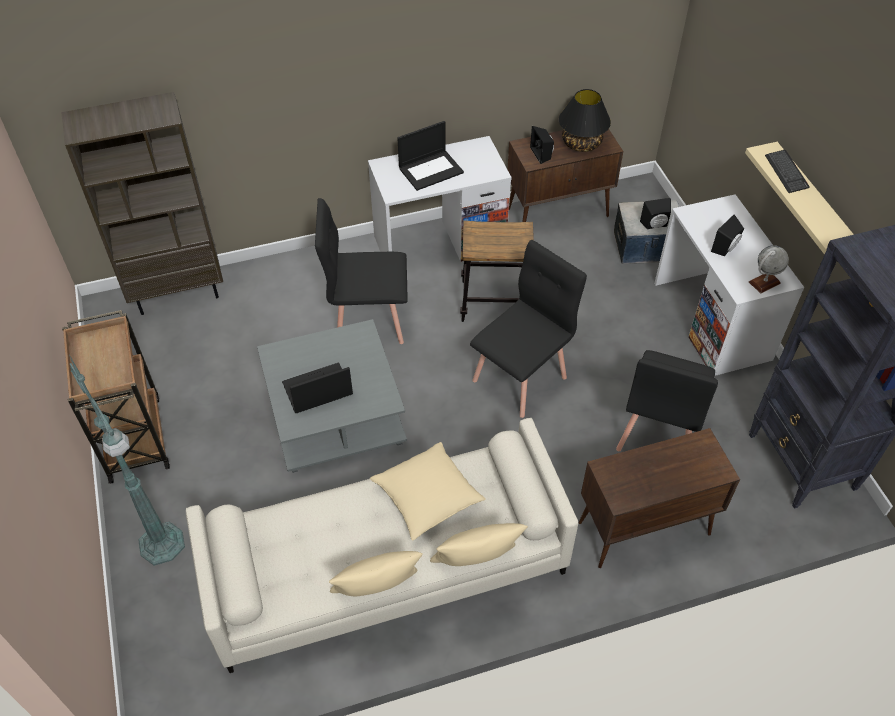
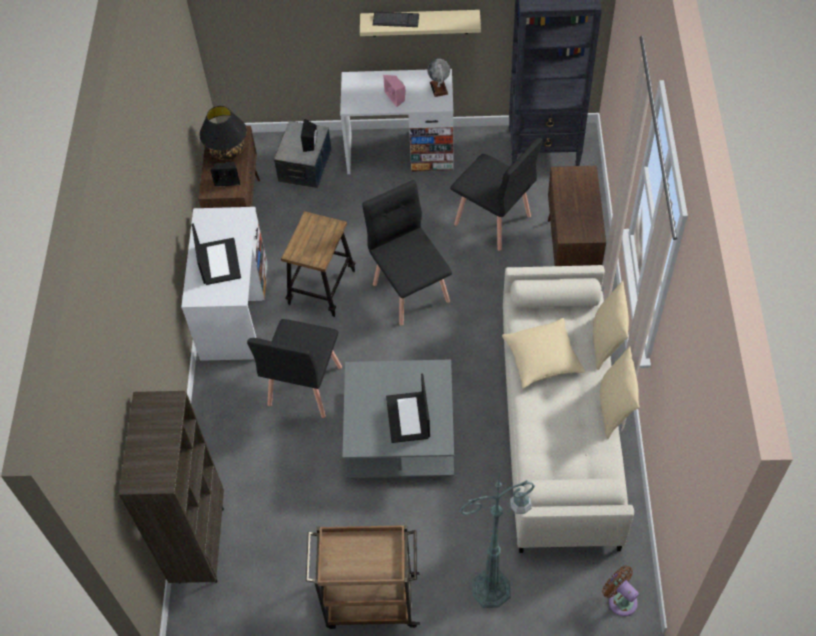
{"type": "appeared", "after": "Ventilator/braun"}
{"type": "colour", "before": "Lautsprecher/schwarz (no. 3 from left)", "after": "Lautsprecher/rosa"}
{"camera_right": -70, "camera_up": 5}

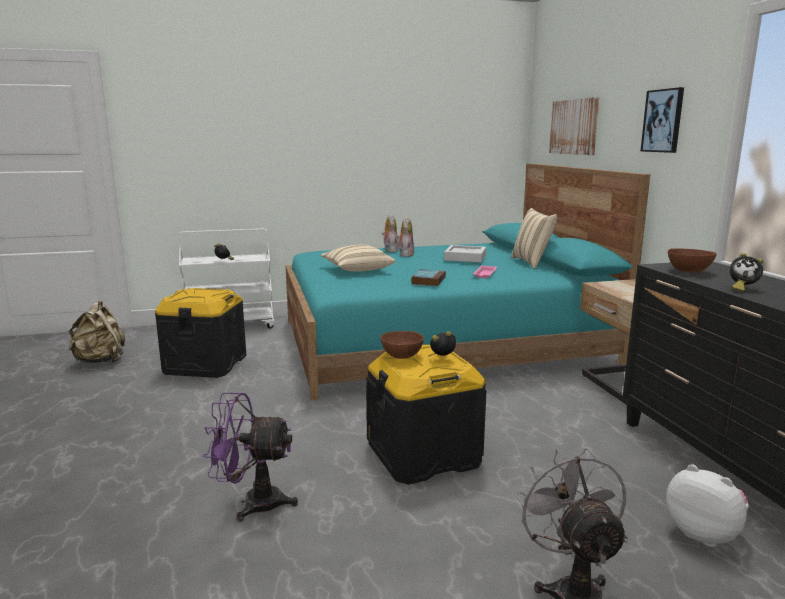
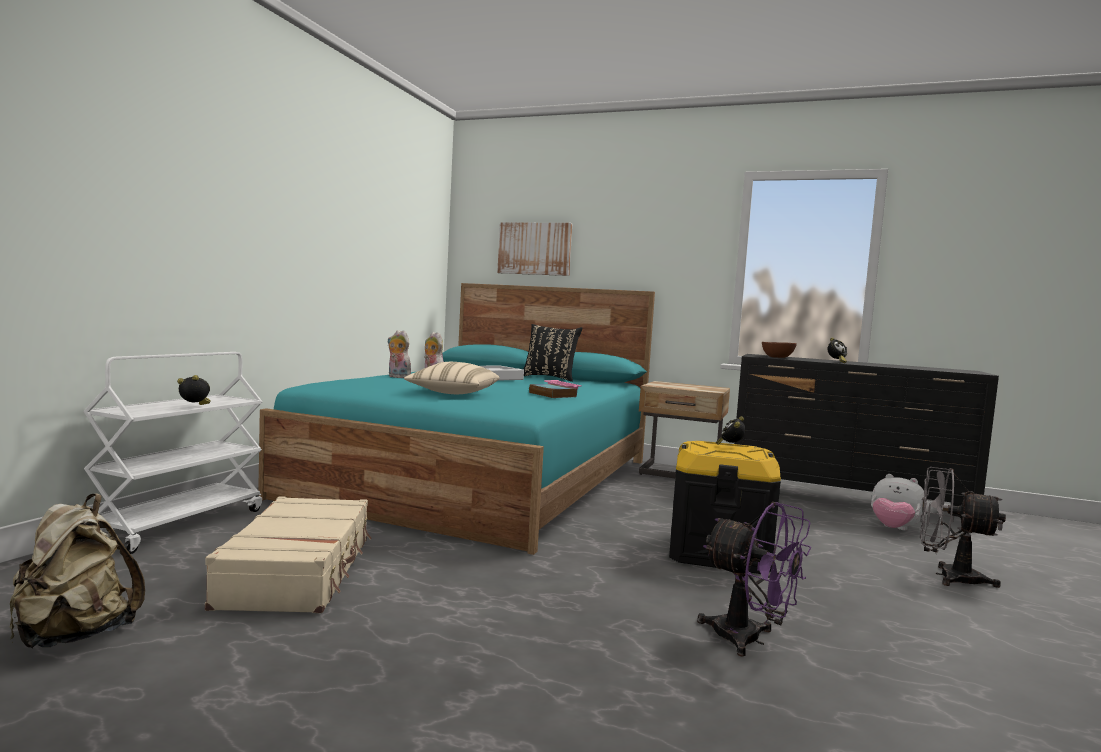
{"type": "missing", "before": "Schüssel/braun (no. 1 from left)"}
{"type": "missing", "before": "Bild (no. 2 from left)"}
{"type": "exchanged", "before": "Aufbewahrungsbox/schwarz (no. 1 from left)", "after": "Koffer/beige"}
{"type": "colour", "before": "Kissen/beige (no. 2 from left)", "after": "Kissen/schwarz"}
{"type": "spun", "before": "Ventilator/lila", "turn": -90}
{"type": "spun", "before": "Plüschtier (no. 3 from left)", "turn": -135}
{"camera_right": -55, "camera_up": -10}

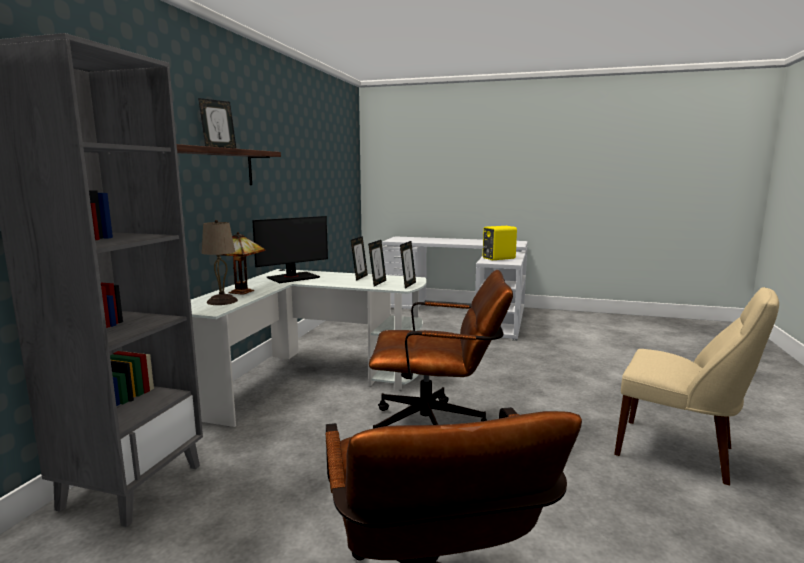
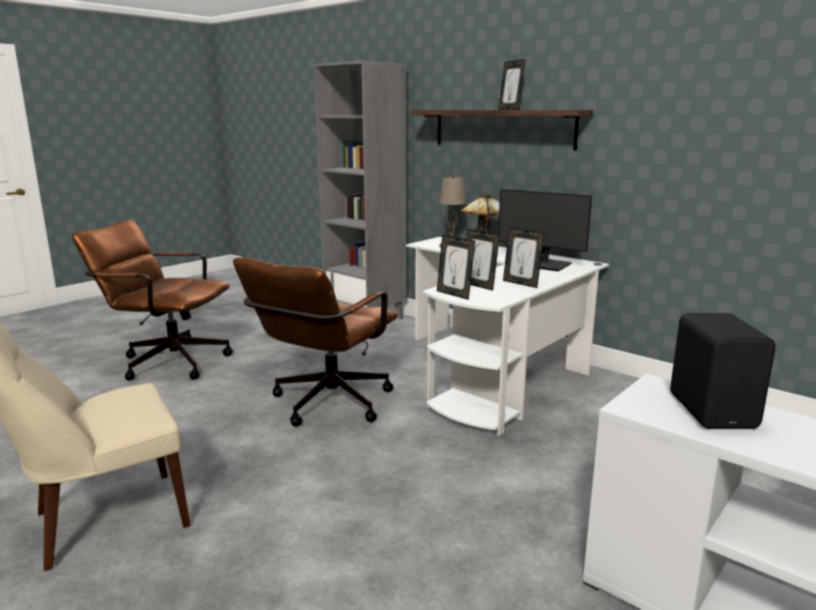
{"type": "colour", "before": "Lautsprecher/gelb", "after": "Lautsprecher/schwarz"}
{"type": "spun", "before": "Monitor", "turn": -45}
{"camera_right": 115, "camera_up": 5}

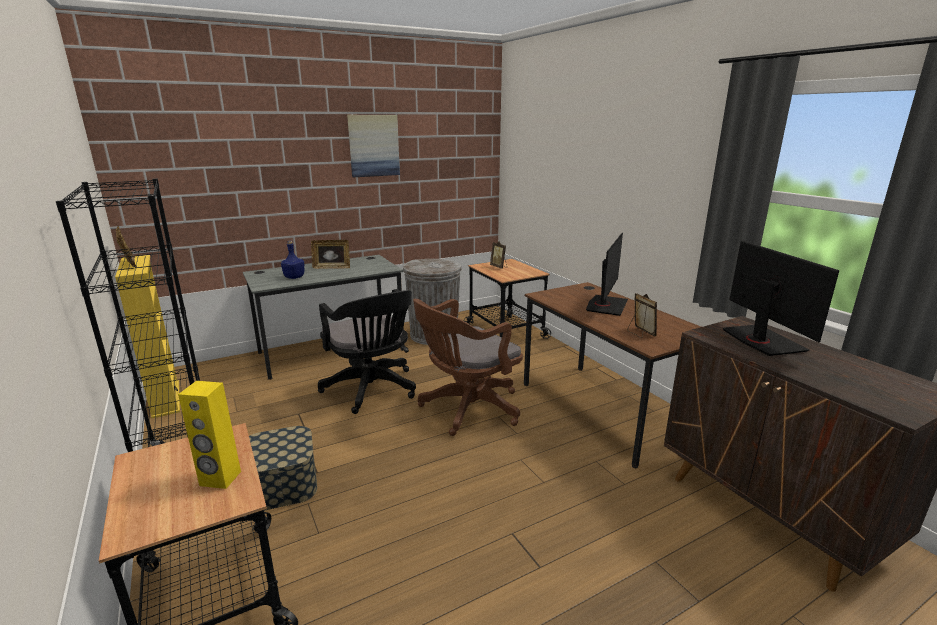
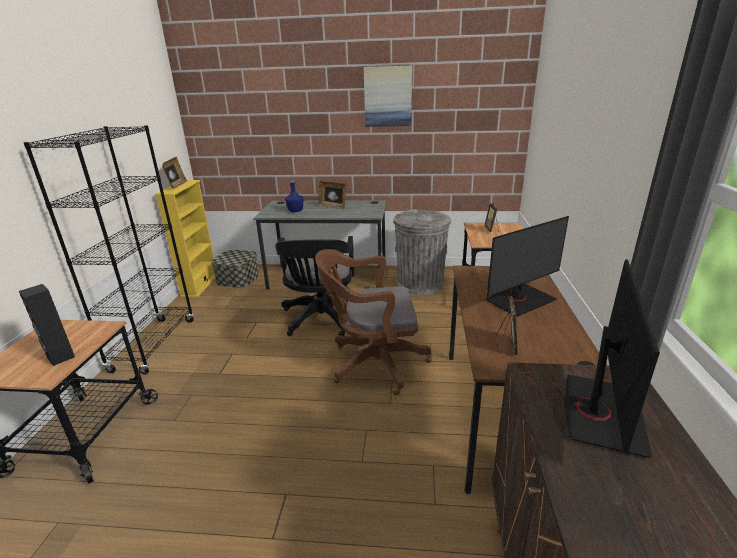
{"type": "relocated", "before": "Aufbewahrungsbox"}
{"type": "colour", "before": "Lautsprecher/gelb", "after": "Lautsprecher/schwarz"}
{"camera_right": 35, "camera_up": 5}

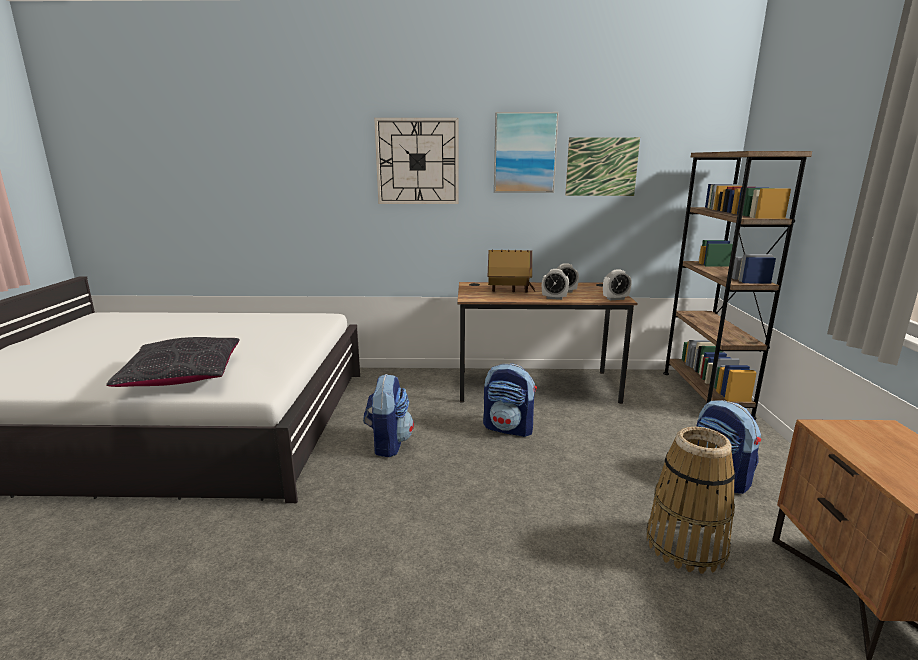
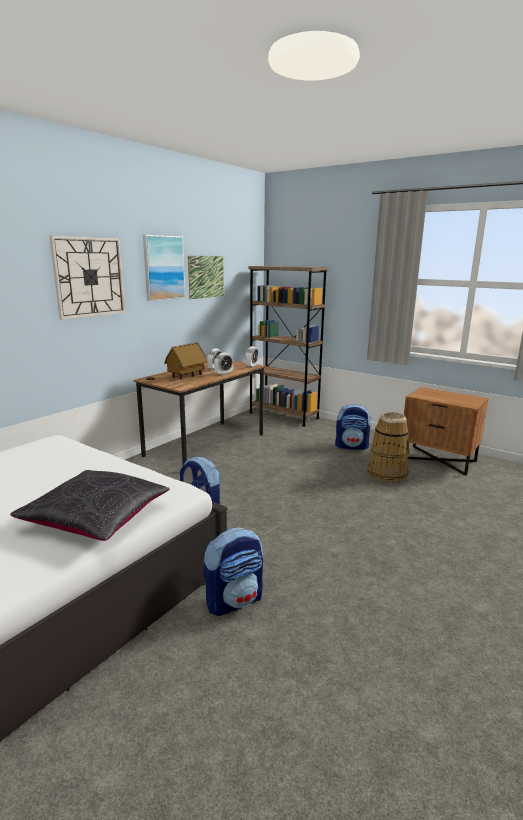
{"type": "relocated", "before": "Rucksack (no. 2 from left)"}
{"camera_right": -55, "camera_up": 0}

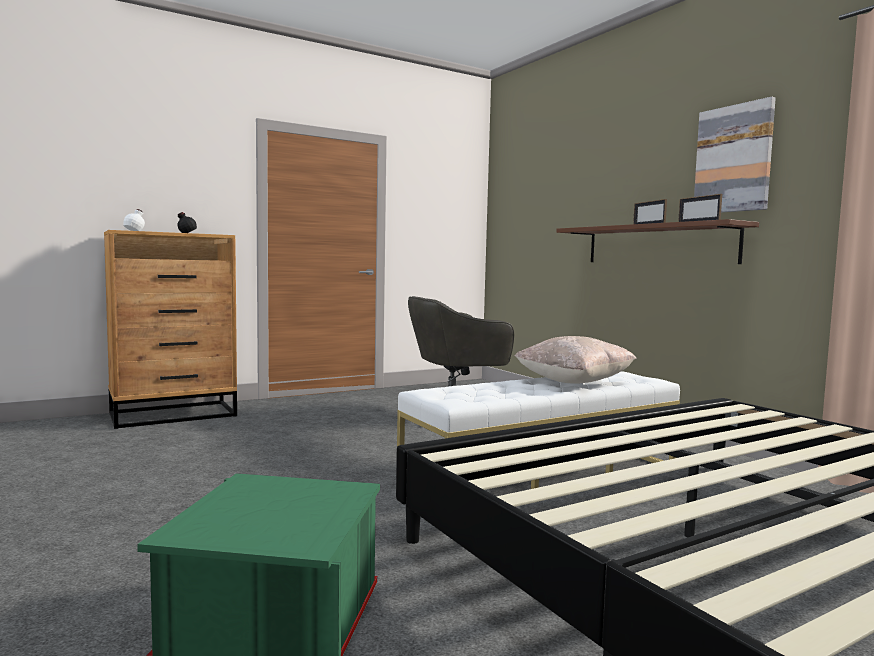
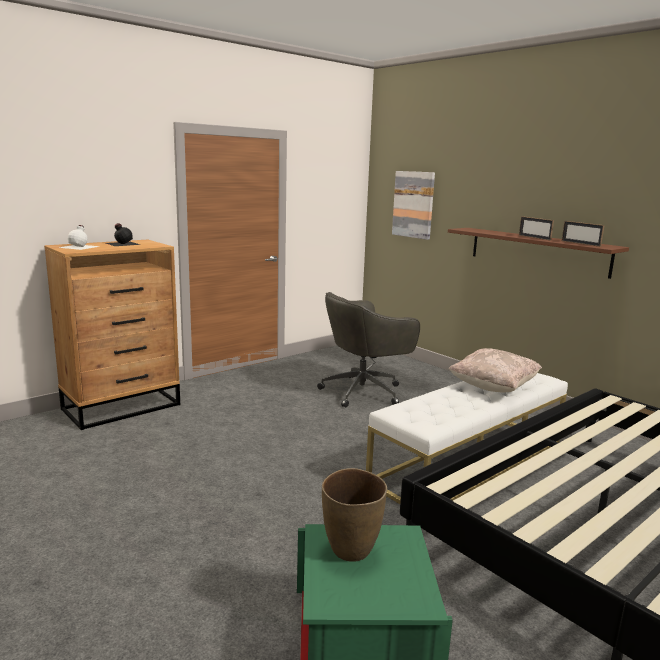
{"type": "appeared", "after": "Vase/braun"}
{"type": "relocated", "before": "Bild"}
{"camera_right": -10, "camera_up": 10}

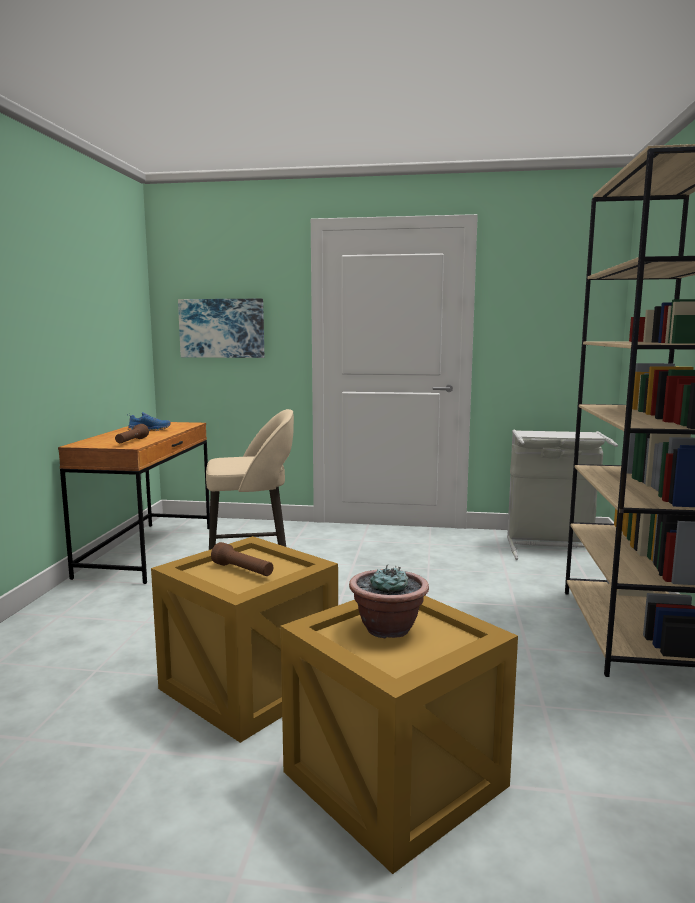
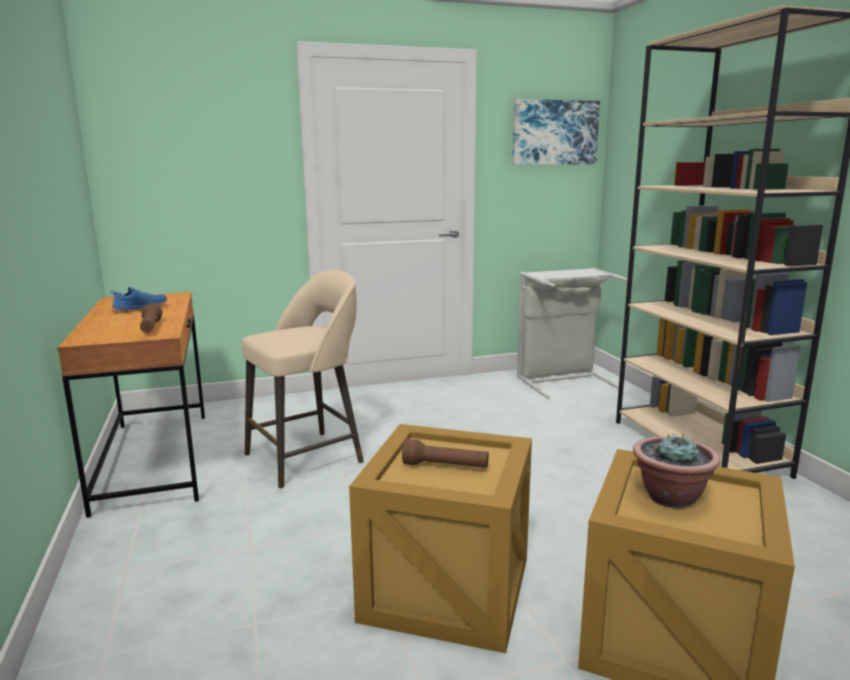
{"type": "relocated", "before": "Bild"}
{"camera_right": -25, "camera_up": 5}

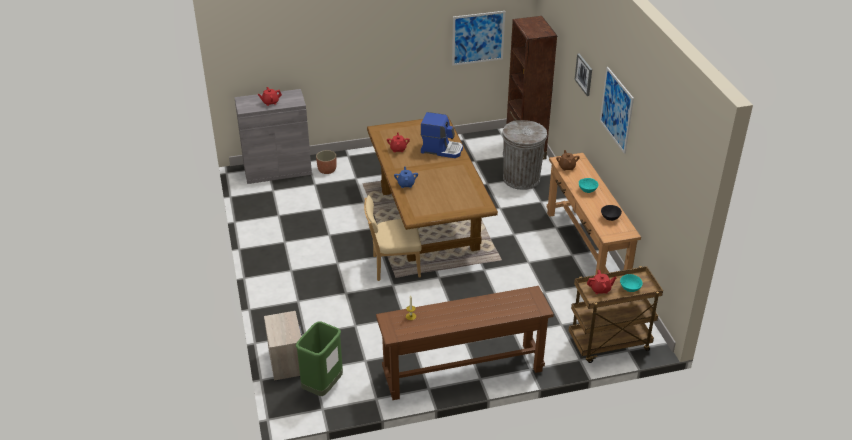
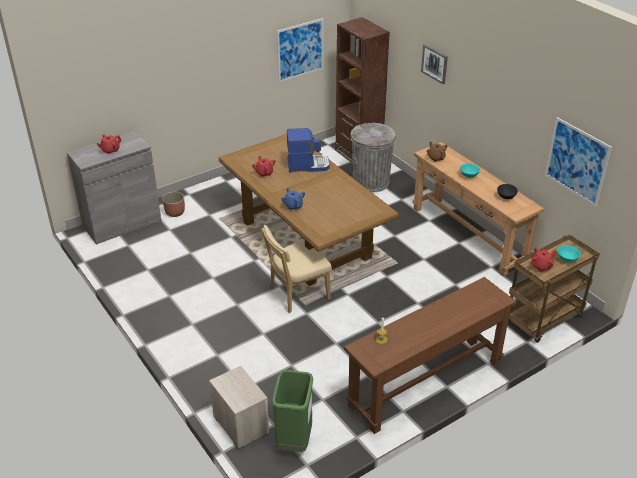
{"type": "relocated", "before": "Bild (no. 3 from left)"}
{"camera_right": -20, "camera_up": 0}

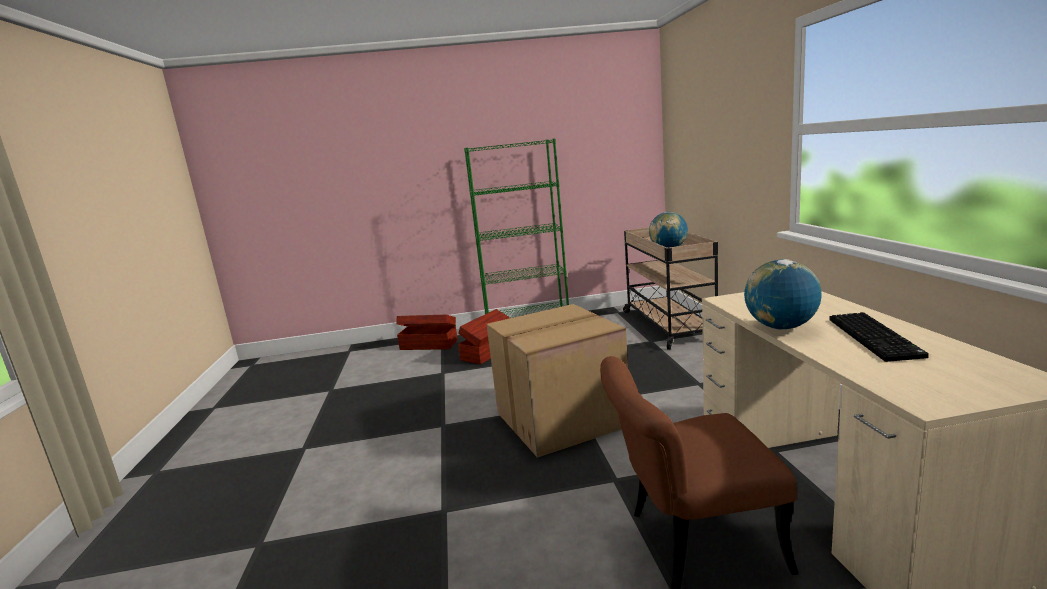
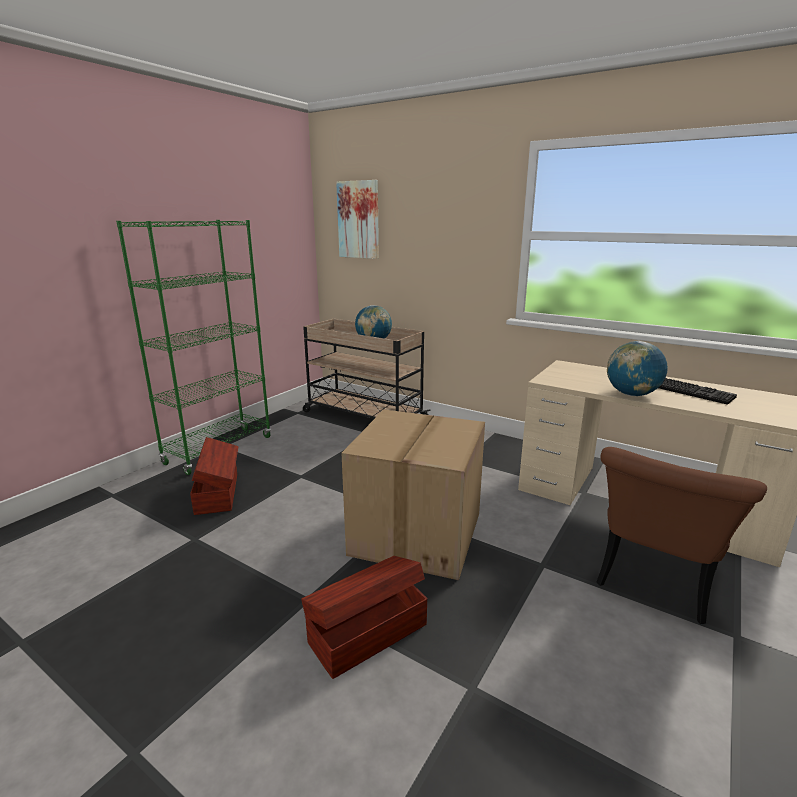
{"type": "appeared", "after": "Bild"}
{"type": "relocated", "before": "Aufbewahrungsbox/braun (no. 1 from left in the first image)", "after": "Aufbewahrungsbox/braun (no. 2 from left)"}
{"camera_right": -50, "camera_up": 5}

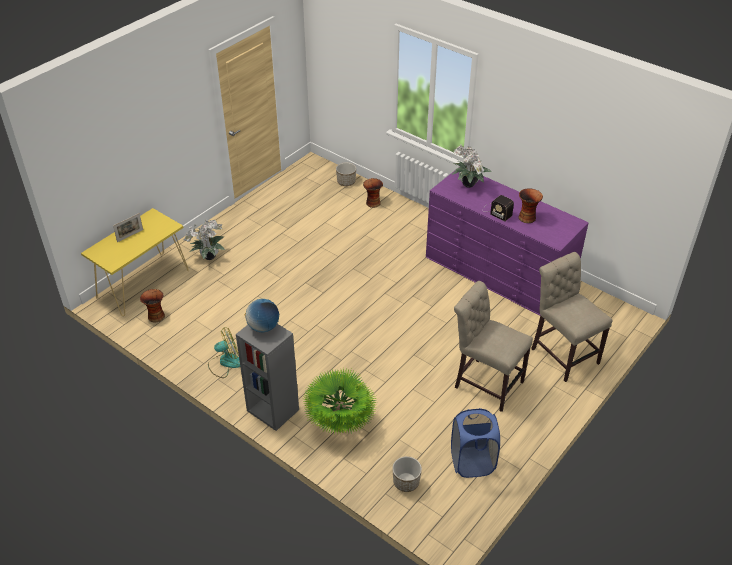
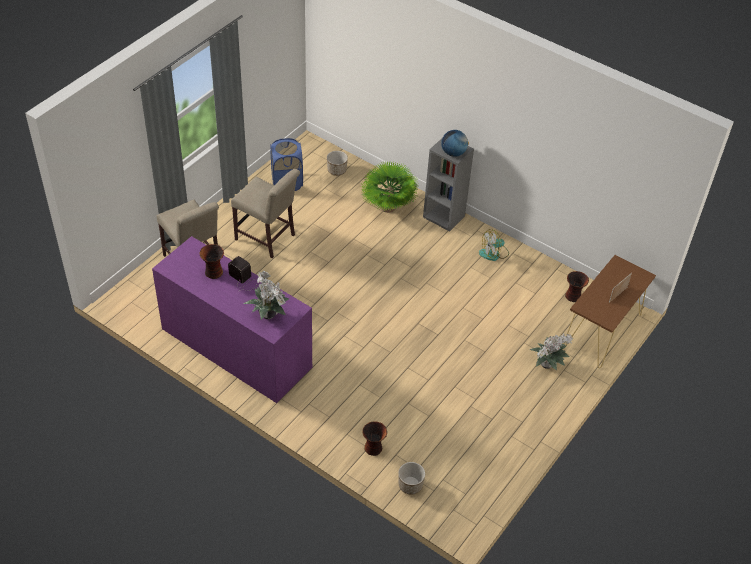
{"type": "colour", "before": "Konsolentisch/gelb", "after": "Konsolentisch/braun"}
{"camera_right": 175, "camera_up": 5}

